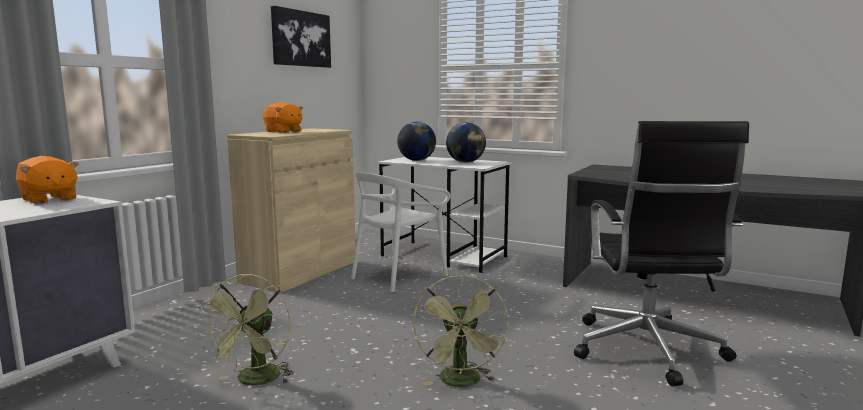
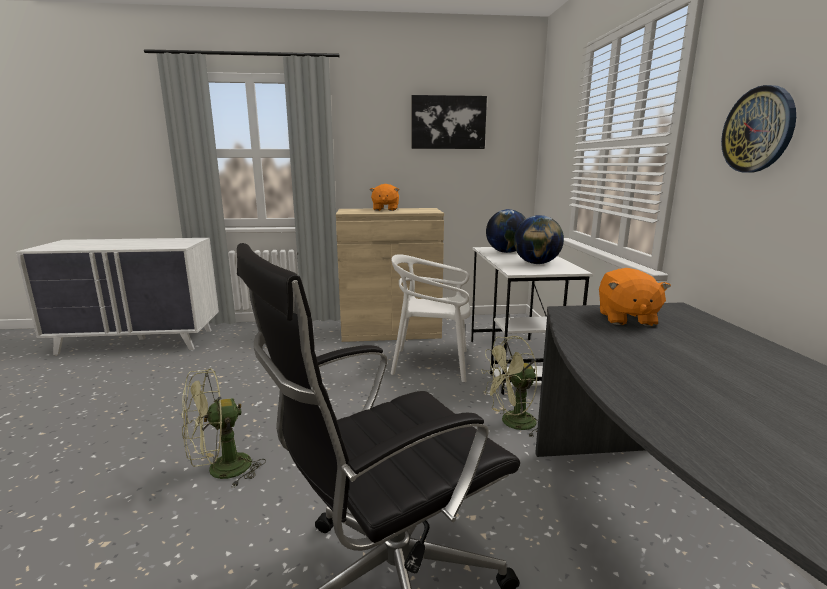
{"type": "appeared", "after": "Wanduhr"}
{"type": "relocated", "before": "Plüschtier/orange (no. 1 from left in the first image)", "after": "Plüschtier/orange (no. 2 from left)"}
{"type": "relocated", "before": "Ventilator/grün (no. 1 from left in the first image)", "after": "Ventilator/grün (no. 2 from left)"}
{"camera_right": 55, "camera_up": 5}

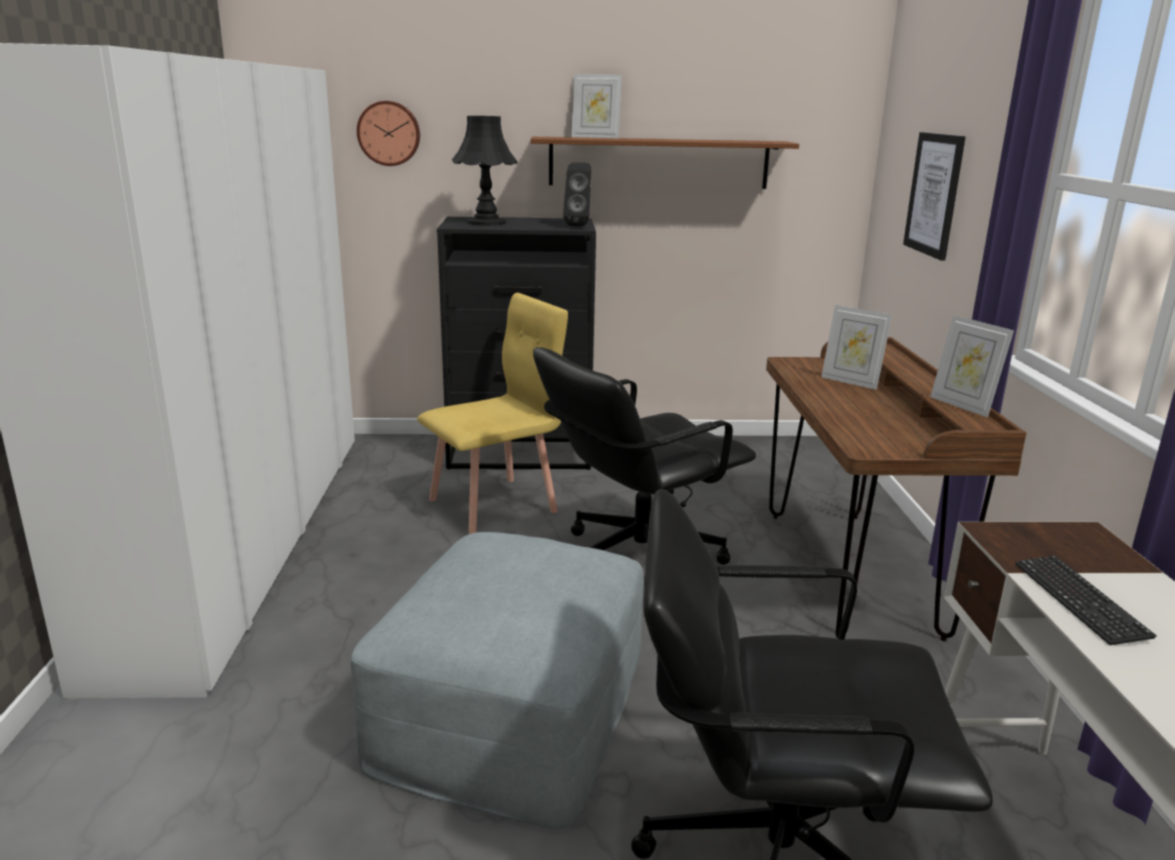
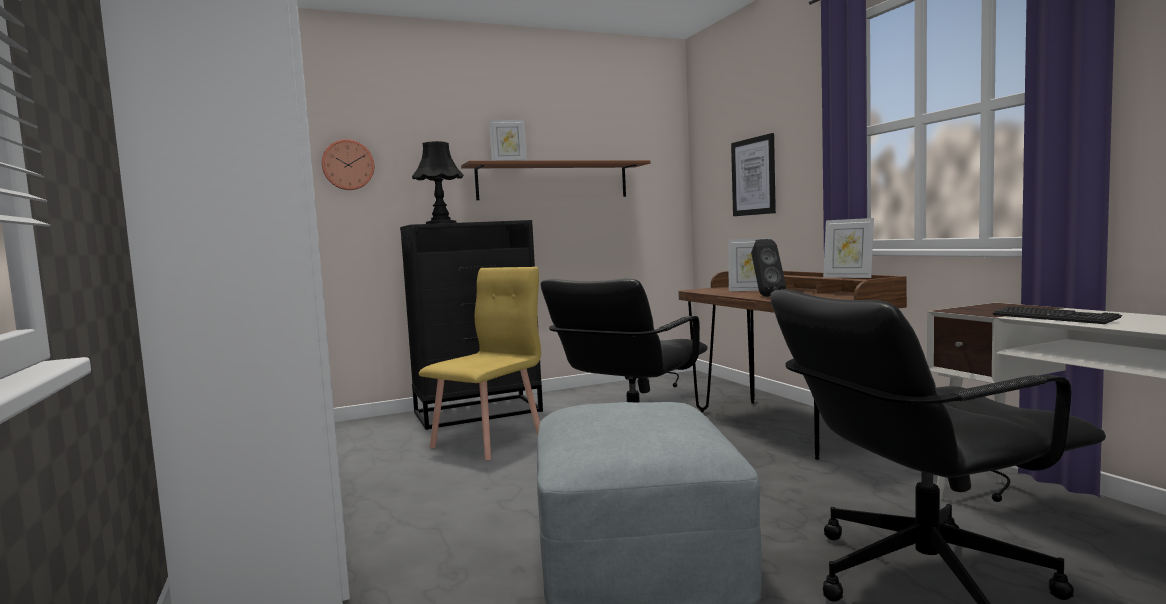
{"type": "relocated", "before": "Lautsprecher/schwarz"}
{"camera_right": -20, "camera_up": -15}

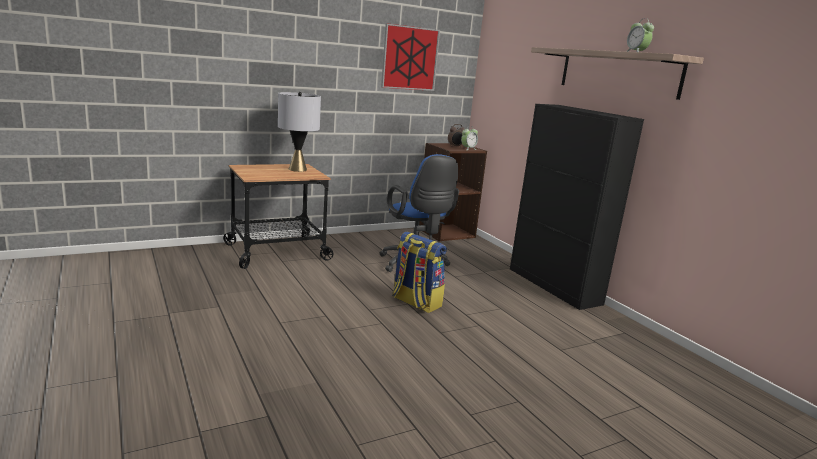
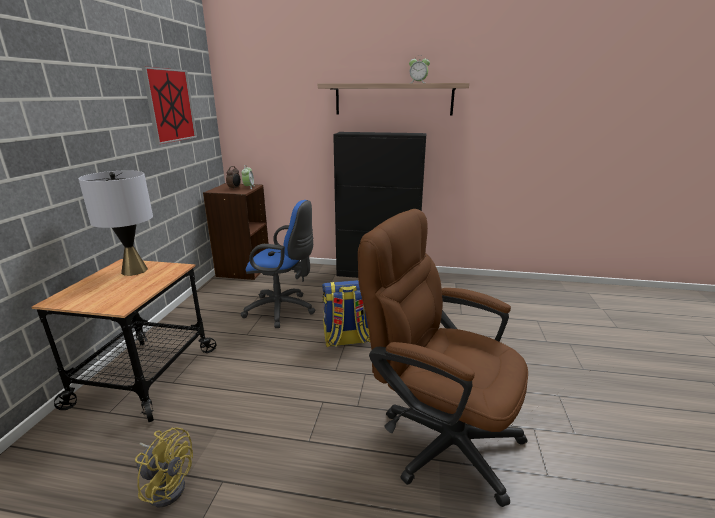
{"type": "appeared", "after": "Ventilator/gelb"}
{"type": "appeared", "after": "Bürostuhl/braun"}
{"camera_right": -50, "camera_up": 5}

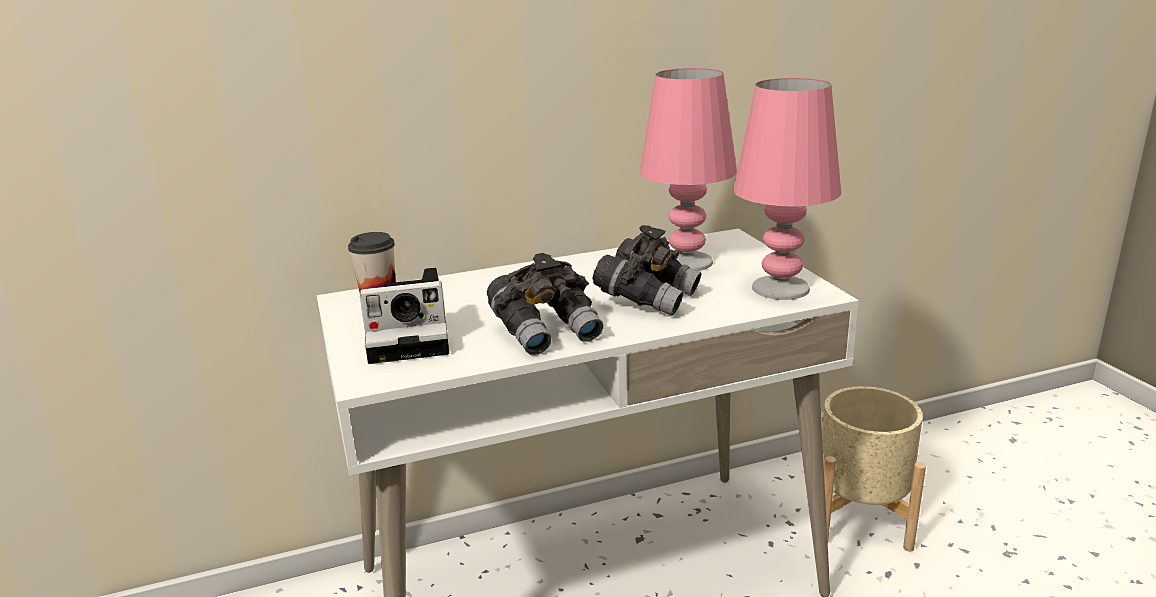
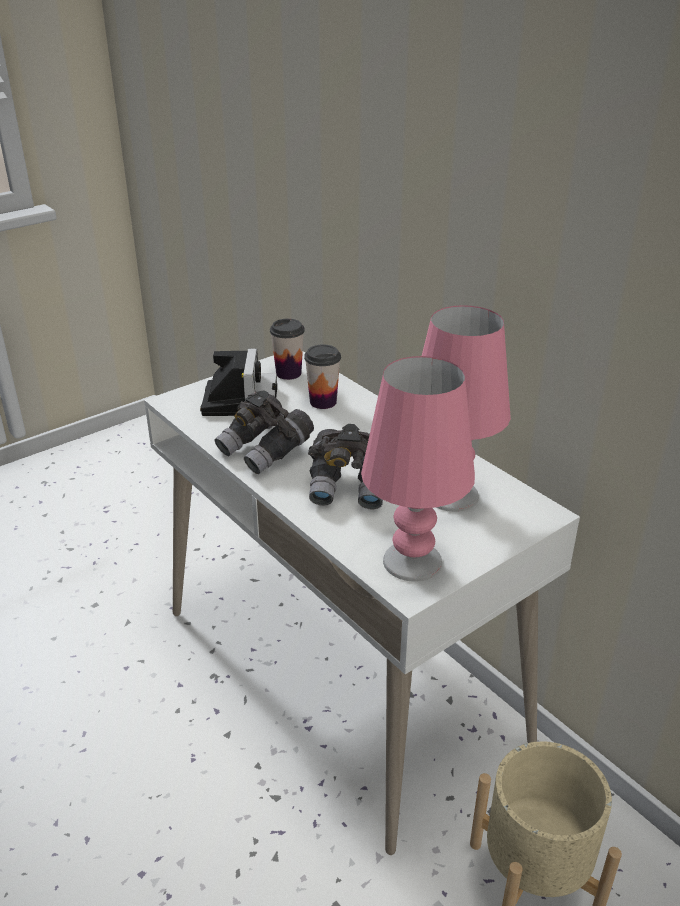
{"type": "appeared", "after": "Tasse (no. 2 from left)"}
{"type": "spun", "before": "Kamera", "turn": -150}
{"camera_right": 70, "camera_up": 10}

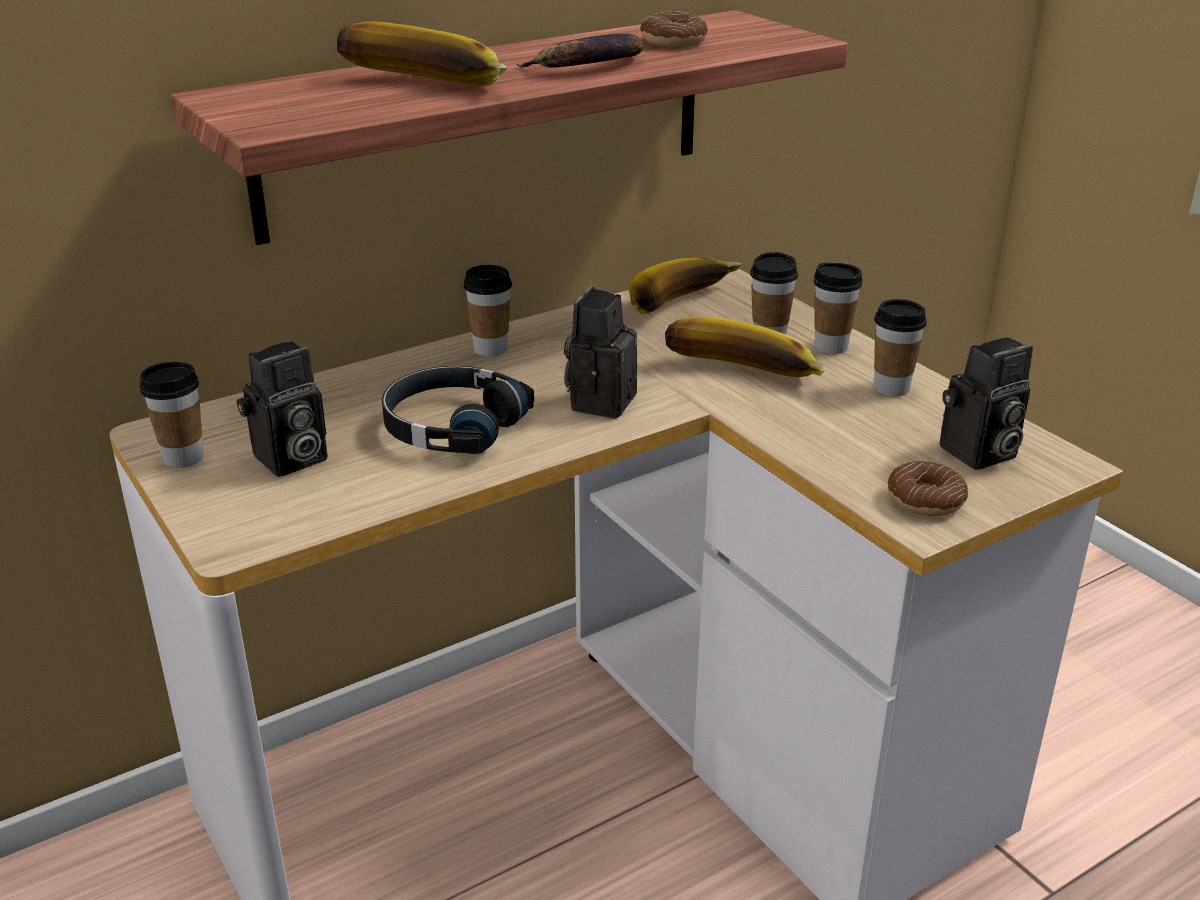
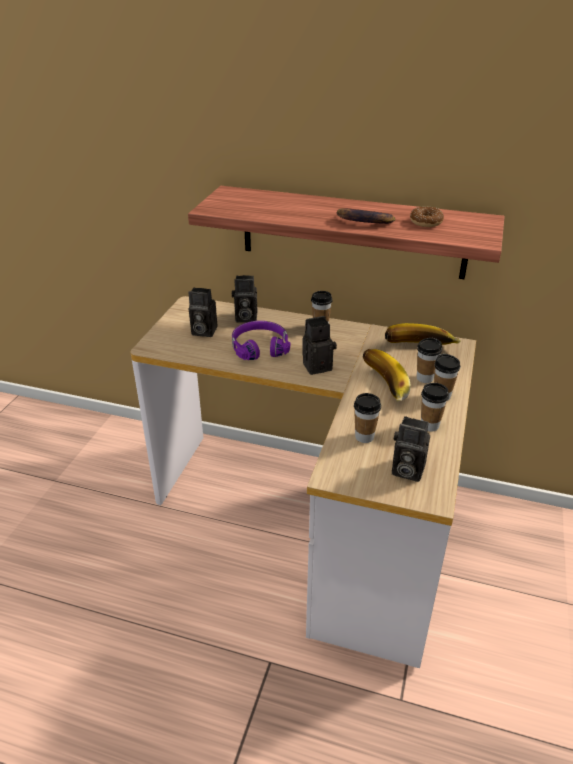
{"type": "missing", "before": "Banane (no. 1 from left)"}
{"type": "missing", "before": "Donut (no. 2 from left)"}
{"type": "appeared", "after": "Kamera (no. 2 from left)"}
{"type": "relocated", "before": "Tasse (no. 1 from left in the first image)", "after": "Tasse (no. 2 from left)"}
{"type": "colour", "before": "Kopfhörer/schwarz", "after": "Kopfhörer/lila"}
{"camera_right": 50, "camera_up": 5}

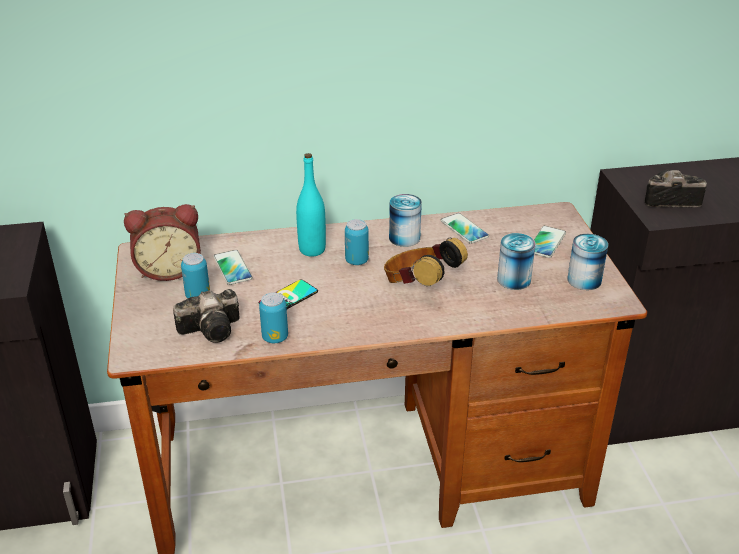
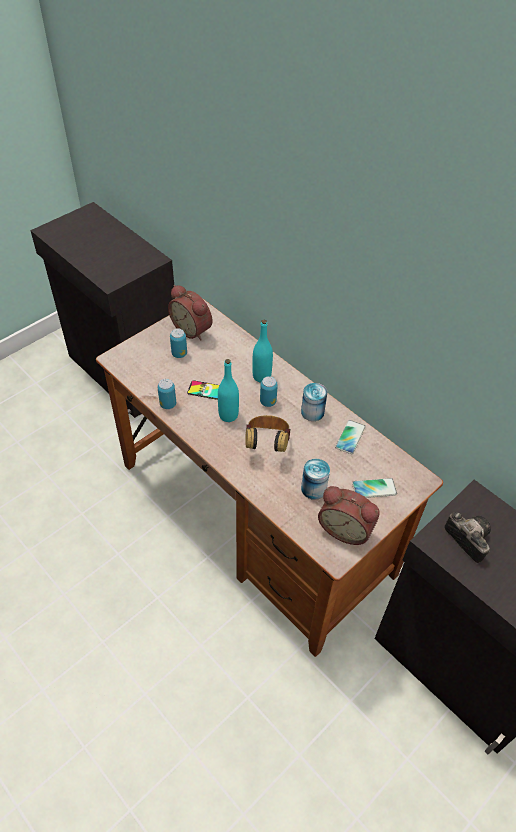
{"type": "missing", "before": "Kamera (no. 1 from left)"}
{"type": "missing", "before": "Handy (no. 1 from left)"}
{"type": "appeared", "after": "Flasche/türkis (no. 1 from left)"}
{"type": "exchanged", "before": "Dose (no. 6 from left)", "after": "Wecker (no. 2 from left)"}
{"camera_right": 55, "camera_up": 15}

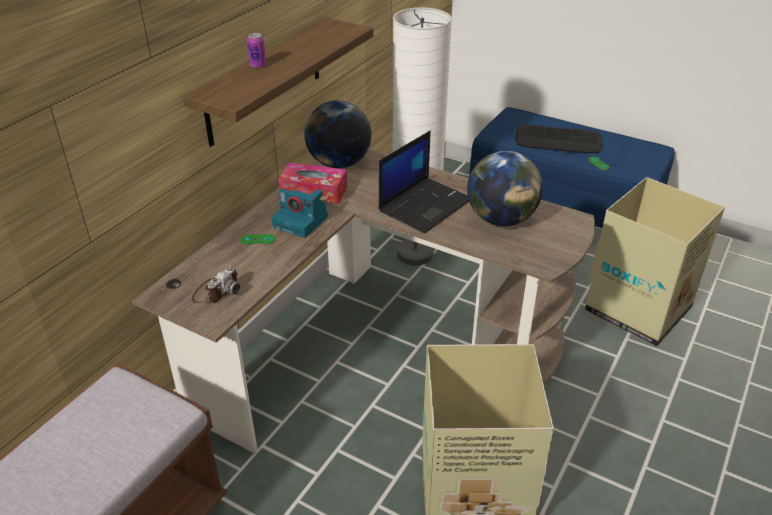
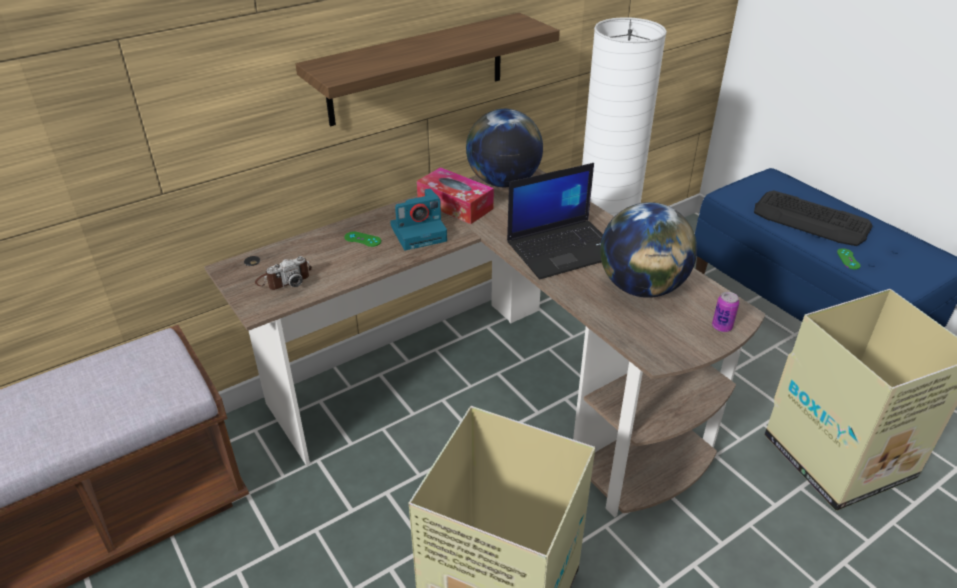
{"type": "relocated", "before": "Dose"}
{"type": "spun", "before": "Kamera (no. 2 from left)", "turn": -75}
{"camera_right": 25, "camera_up": 0}

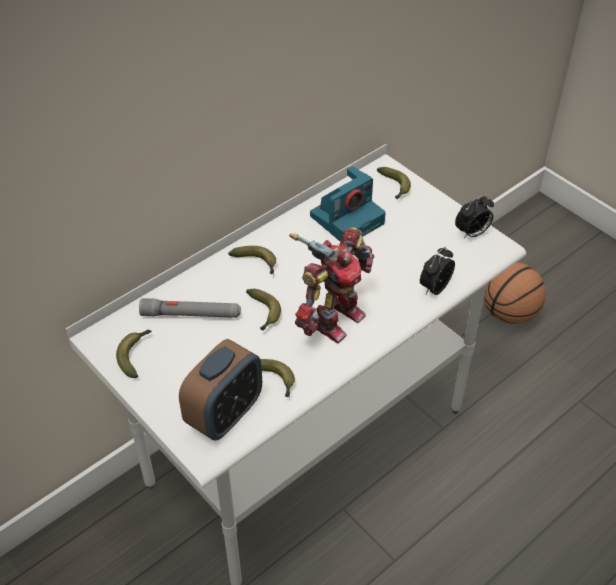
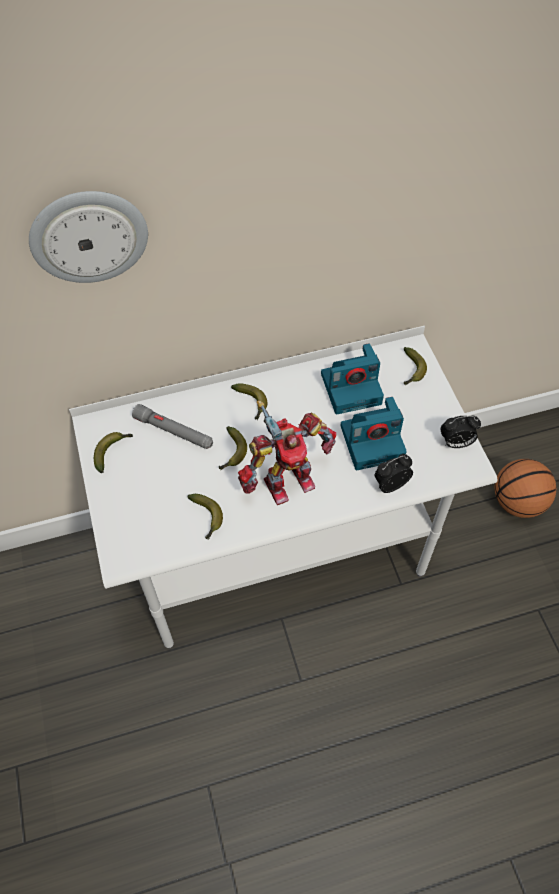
{"type": "missing", "before": "Wecker (no. 1 from left)"}
{"type": "appeared", "after": "Wanduhr"}
{"type": "appeared", "after": "Kamera (no. 2 from left)"}
{"camera_right": 25, "camera_up": 10}

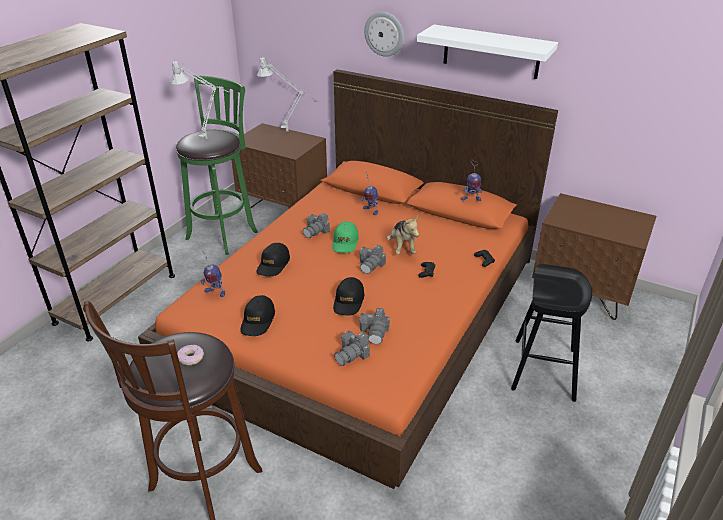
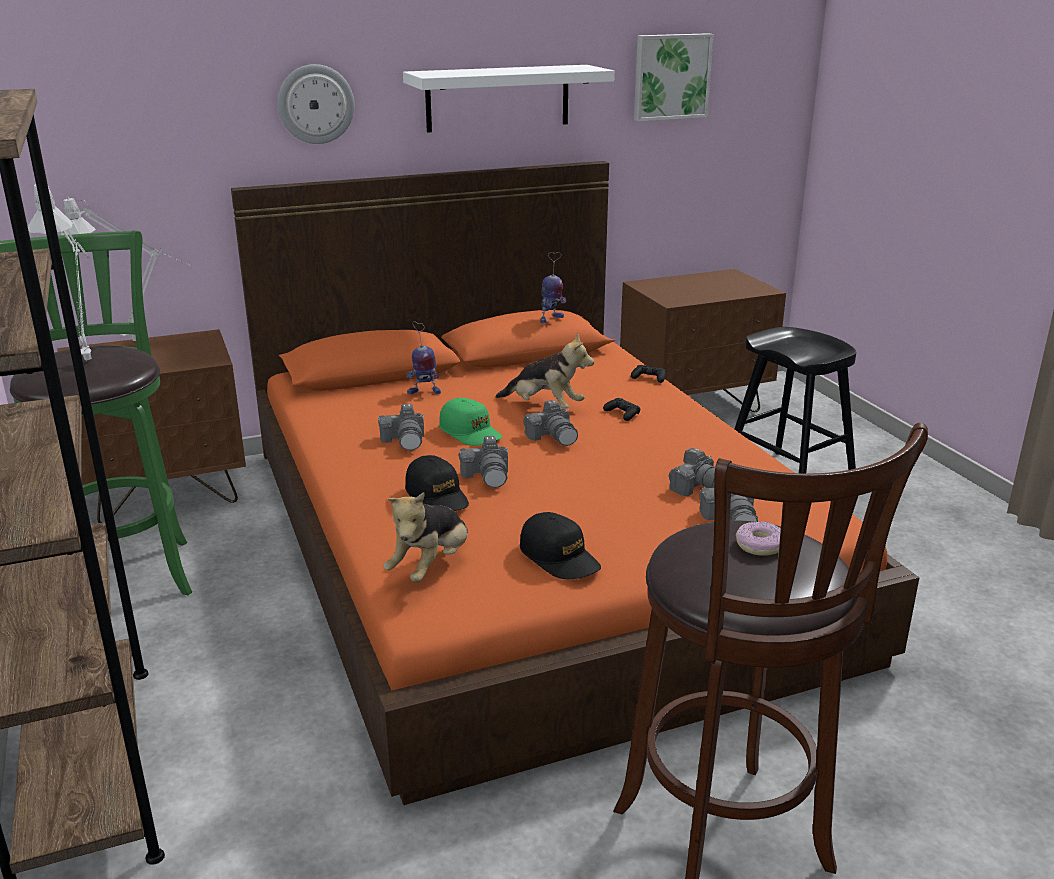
{"type": "missing", "before": "Kappe/schwarz (no. 3 from left)"}
{"type": "appeared", "after": "Kamera (no. 2 from left)"}
{"type": "appeared", "after": "Bild"}
{"type": "exchanged", "before": "Spielzeugroboter (no. 1 from left)", "after": "Plüschtier (no. 1 from left)"}
{"camera_right": -50, "camera_up": -10}

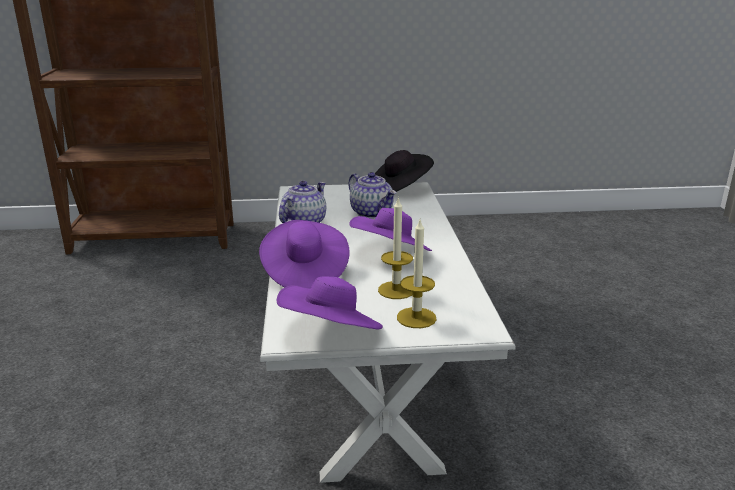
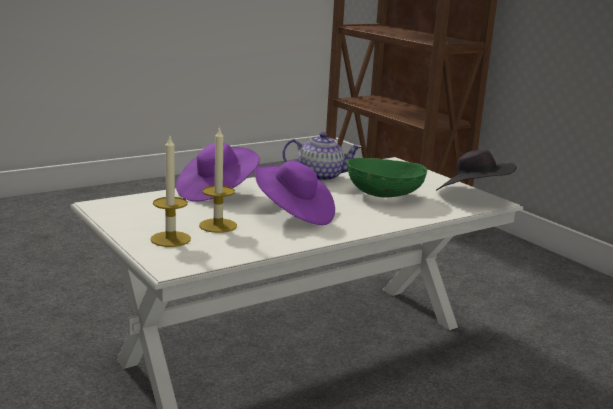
{"type": "missing", "before": "Hut/lila (no. 2 from left)"}
{"type": "exchanged", "before": "Teekanne (no. 2 from left)", "after": "Schüssel/grün"}
{"camera_right": 60, "camera_up": -5}

